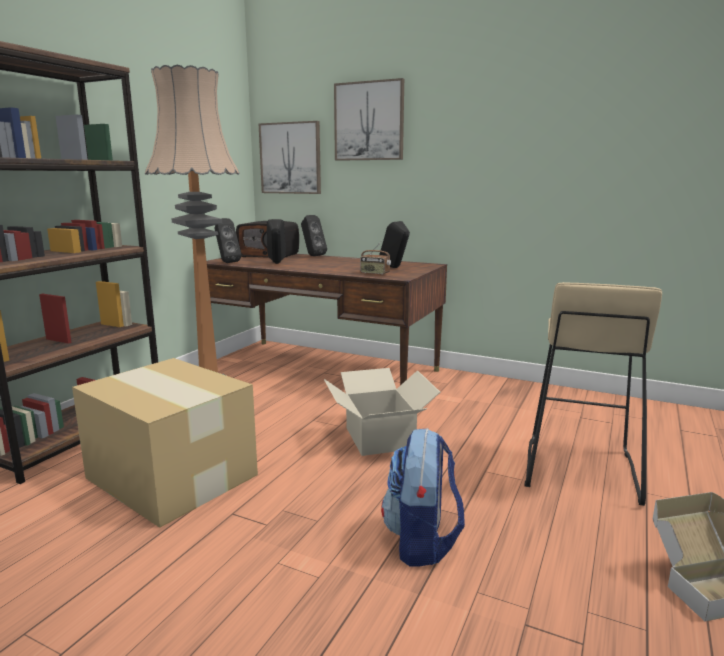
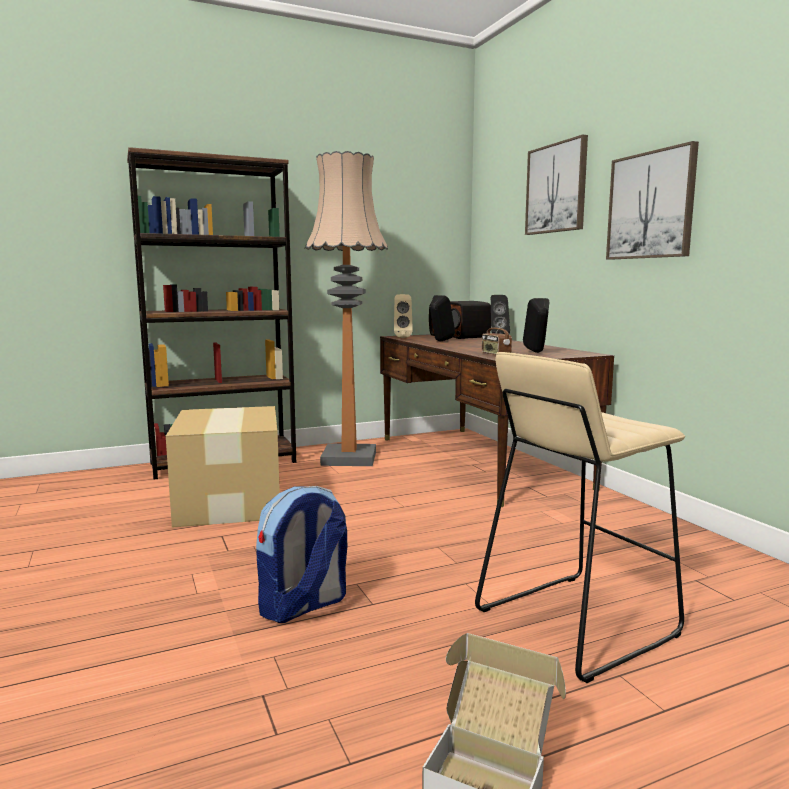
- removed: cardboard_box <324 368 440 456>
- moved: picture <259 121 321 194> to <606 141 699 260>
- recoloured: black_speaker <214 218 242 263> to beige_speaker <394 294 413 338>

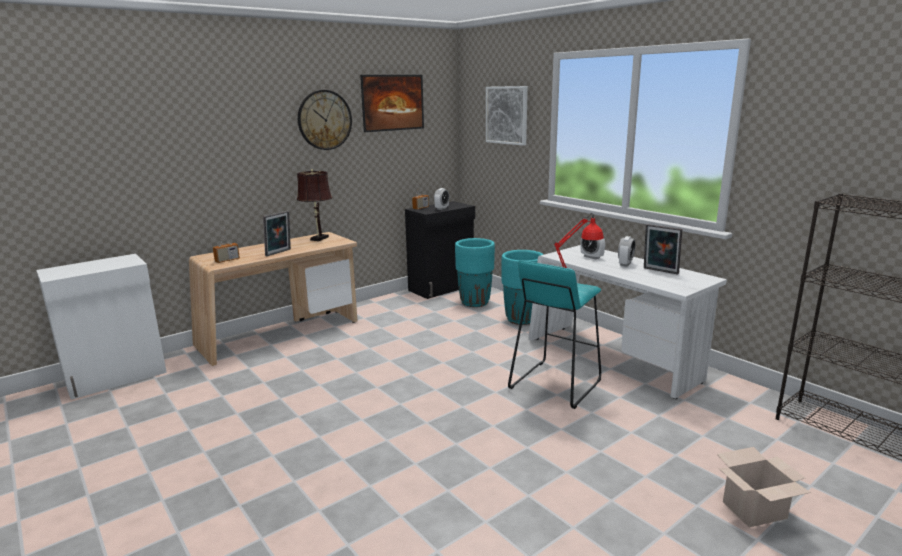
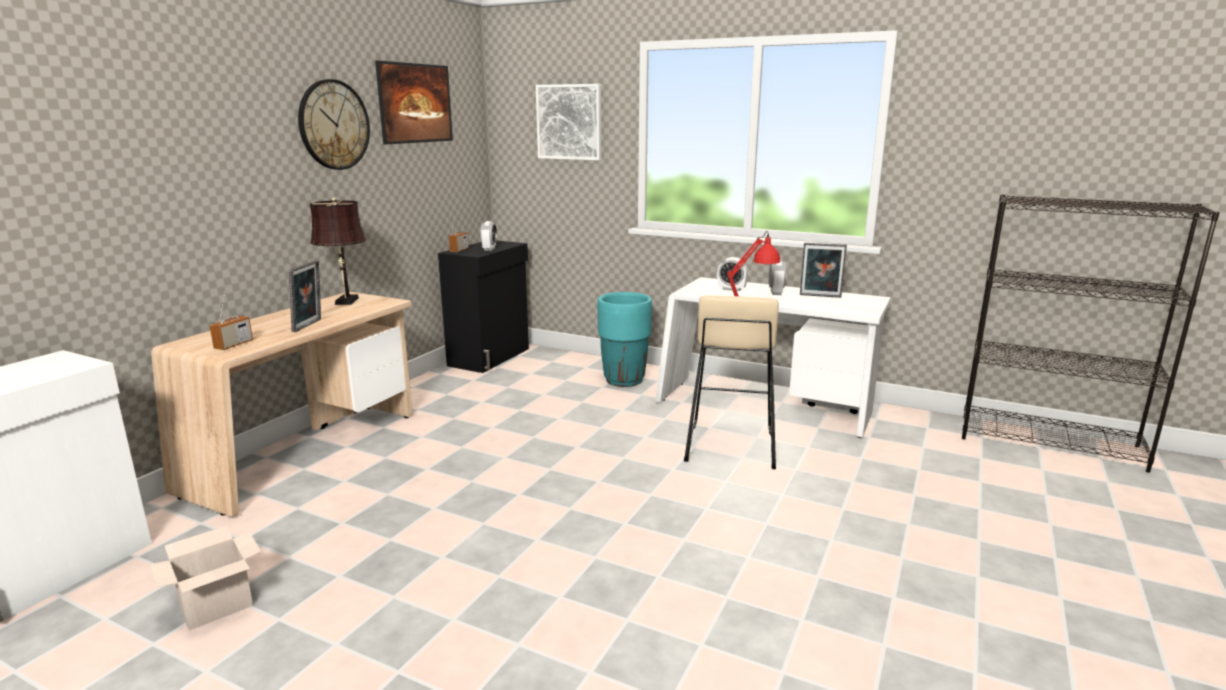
- removed: turquoise_planter <455 238 495 307>
- moved: cardboard_box <717 447 811 528> to <150 526 261 631>
- recoloured: turquoise_stool <508 260 601 409> to beige_stool <684 295 779 469>

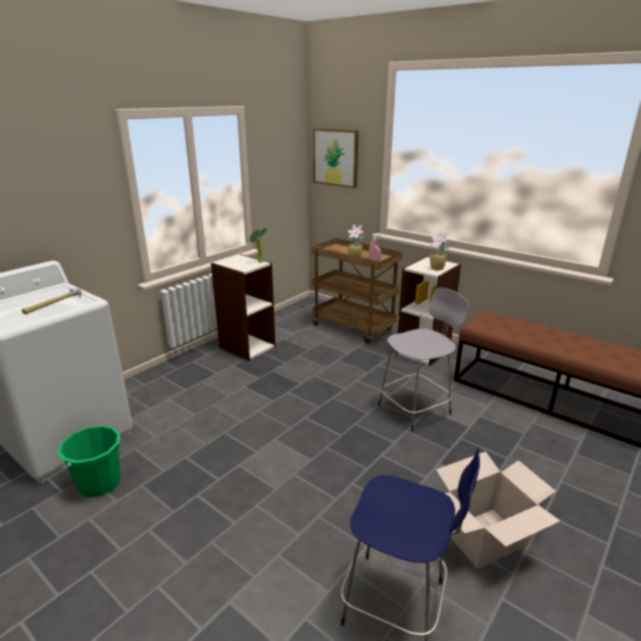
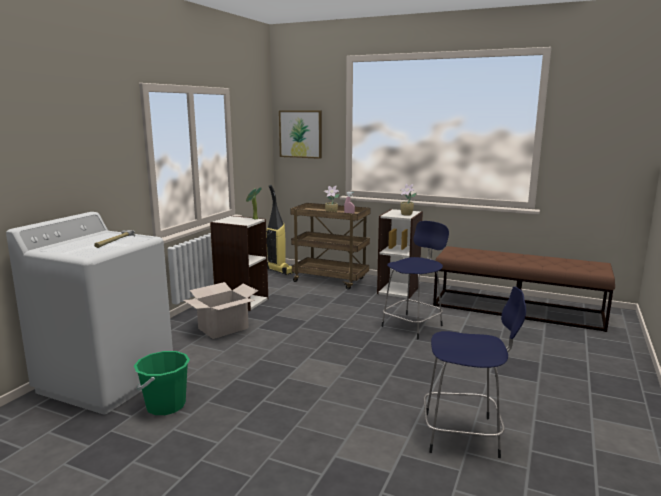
- added: vacuum_cleaner <266 185 295 275>
- moved: cardboard_box <436 451 560 569> to <183 282 258 339>
- recoloured: grey_stool <378 287 469 431> to blue_stool <381 221 449 339>

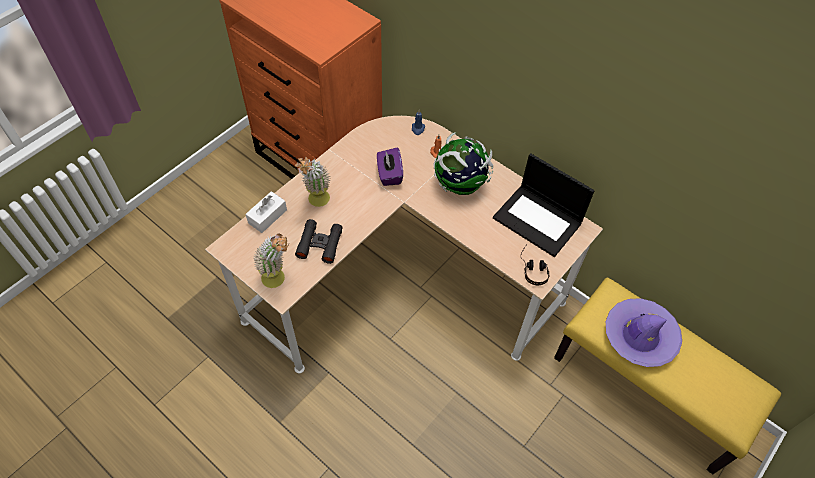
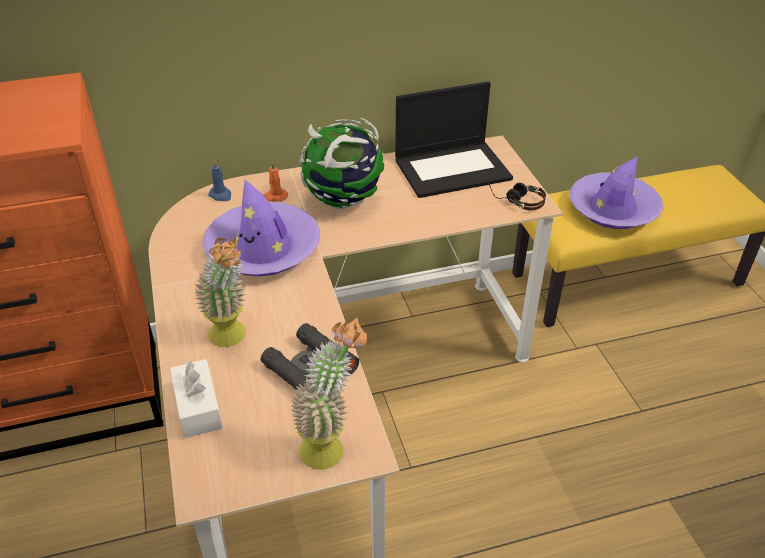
- replaced: purple_tissue_box <377 147 403 186> to purple_hat <202 180 320 277>

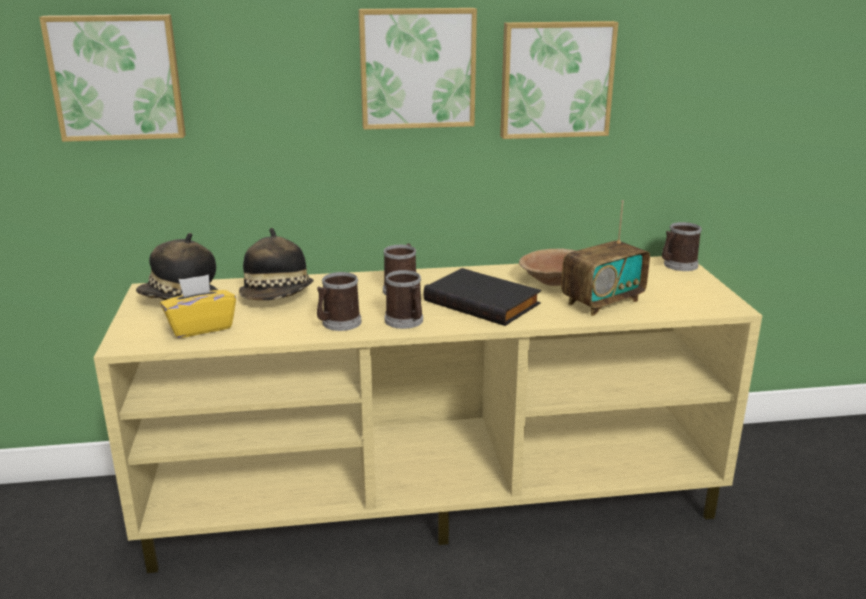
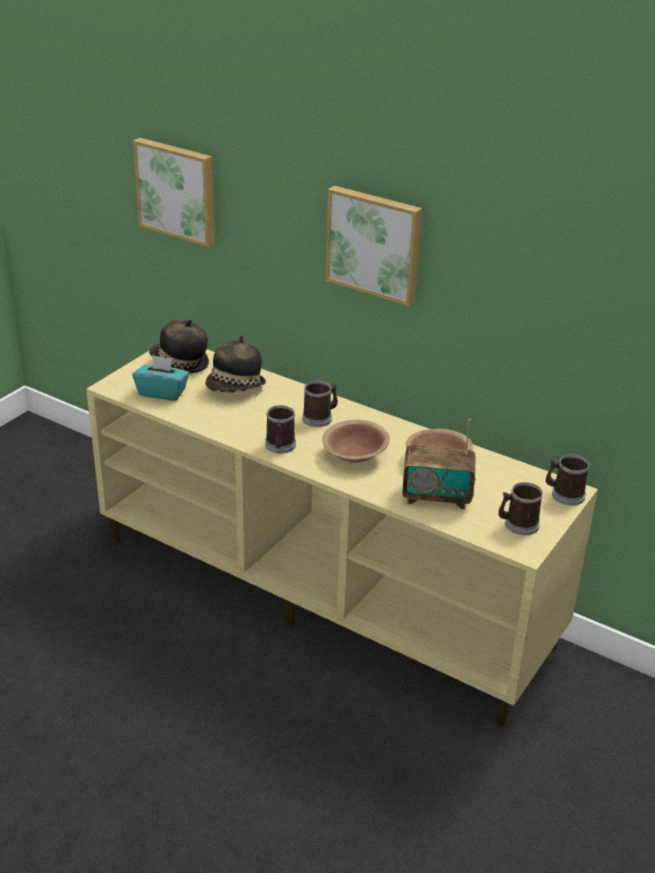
- removed: picture <500 21 619 139>
- moved: mug <317 272 361 331> to <498 482 543 535>
- replaced: black_book <424 268 541 326> to brown_bowl <322 420 390 463>
- recoloured: yellow_tissue_box <160 274 236 338> to turquoise_tissue_box <132 355 189 401>

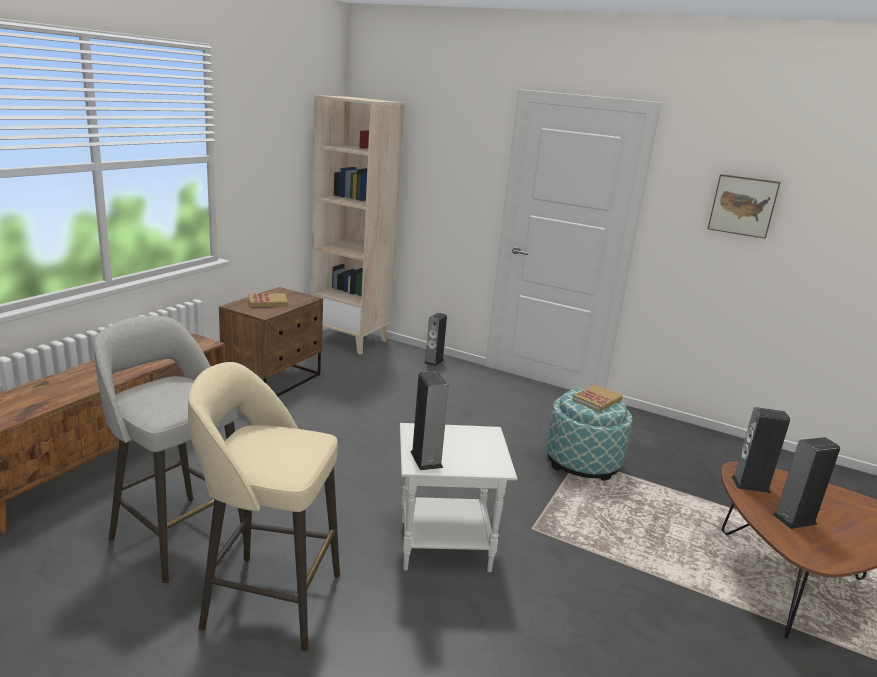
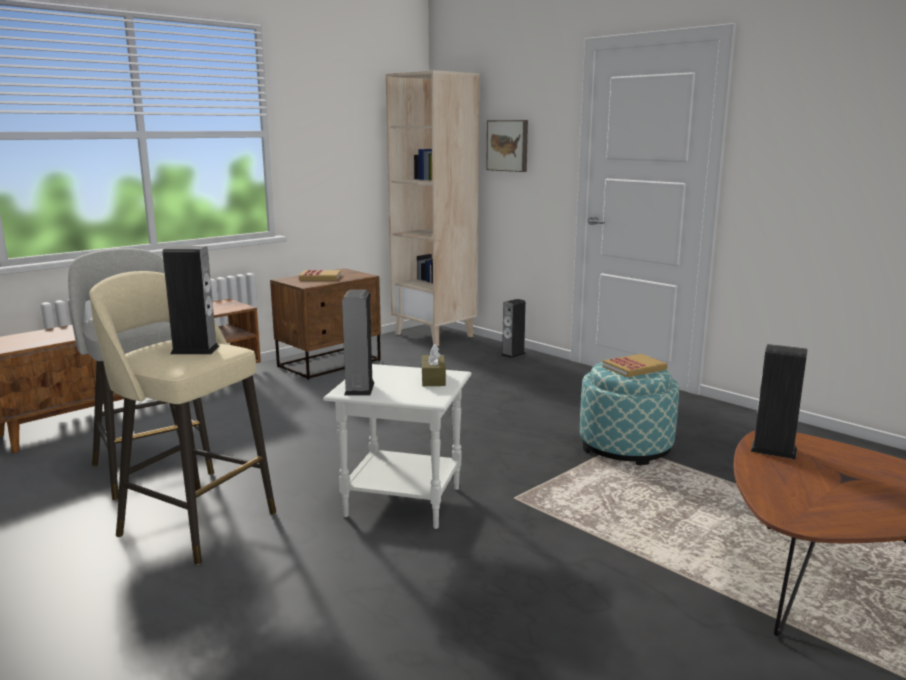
- added: brown_tissue_box <422 344 446 386>
- moved: picture <708 174 781 239> to <486 120 528 172>
- moved: speaker <773 437 840 529> to <163 246 220 354>

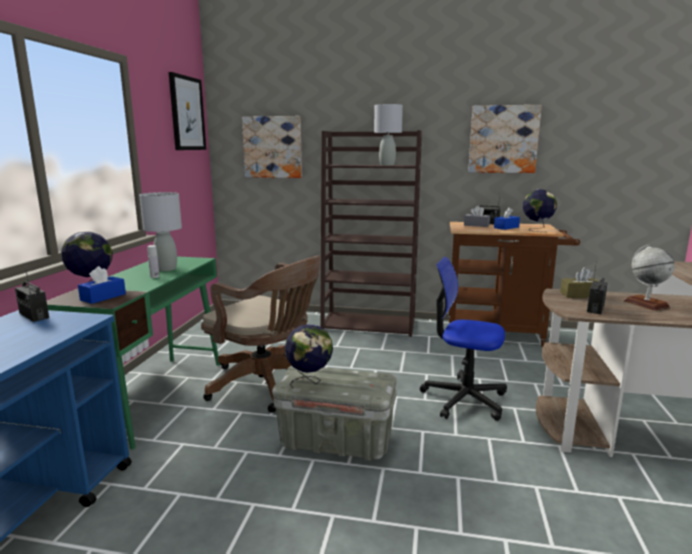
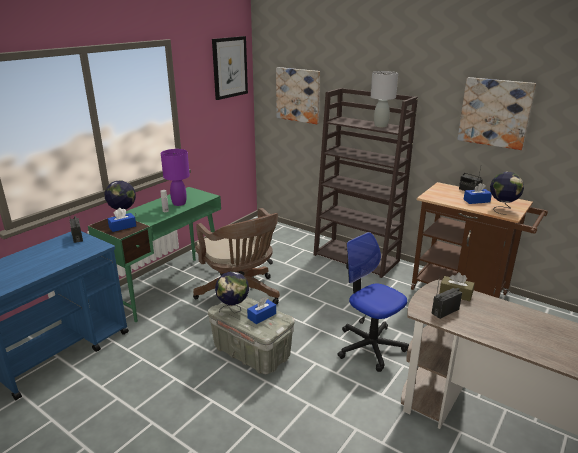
- removed: grey_tissue_box <464 206 490 227>
- removed: globe <624 245 675 311>
- added: blue_tissue_box <247 297 276 324>
- recoloured: grey_table_lamp <139 192 182 271> to purple_table_lamp <161 149 190 206>

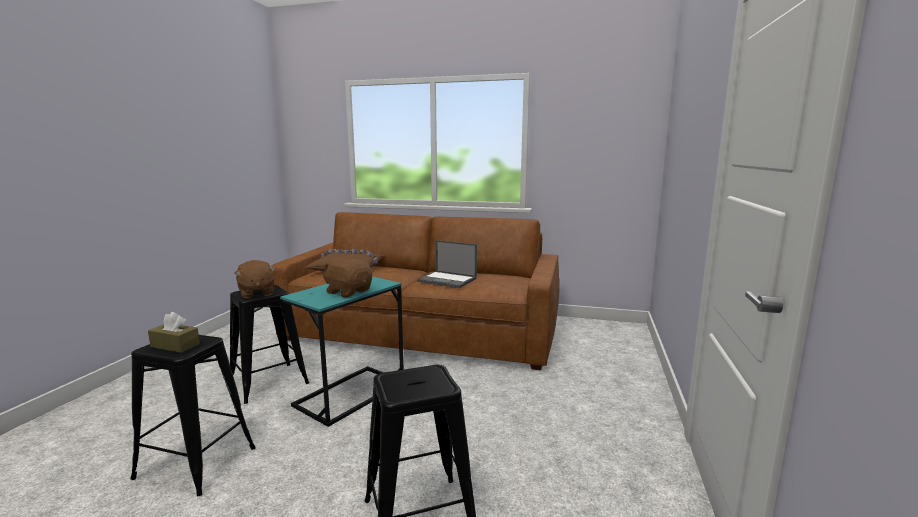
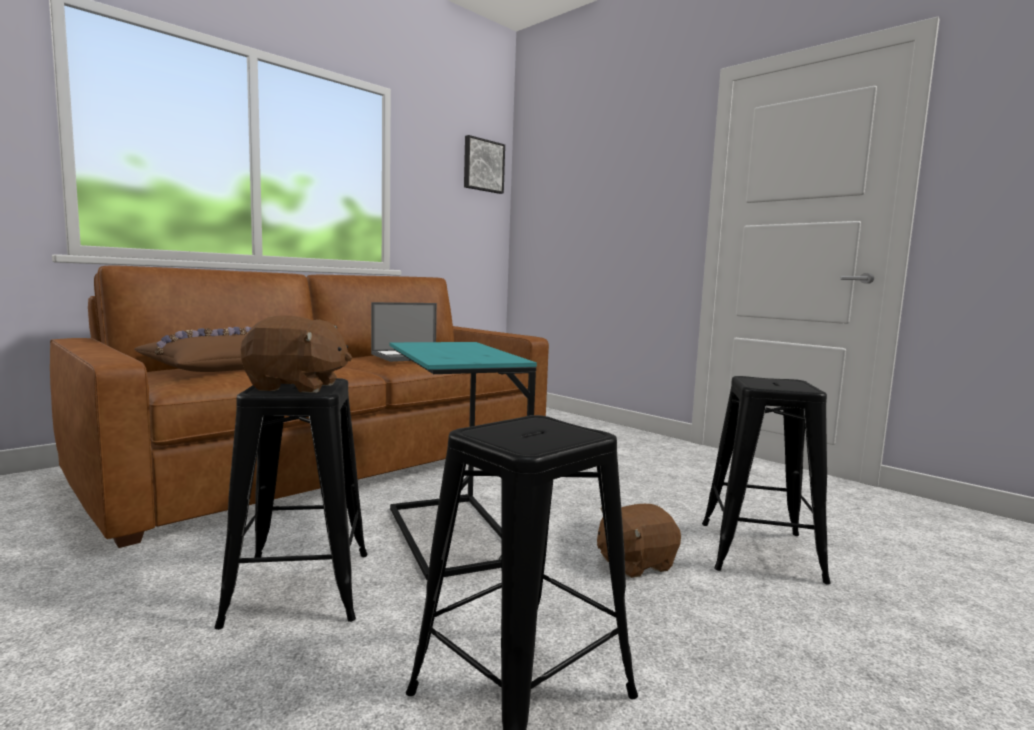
- removed: brown_tissue_box <148 312 200 353>
- added: picture <464 135 505 194>
- moved: brown_plush_toy <322 258 372 298> to <597 504 681 578>

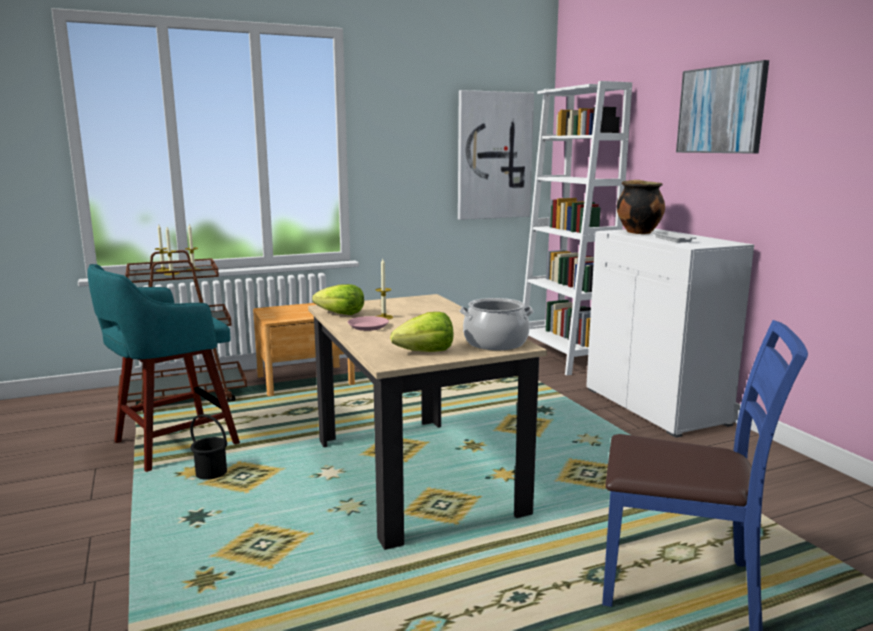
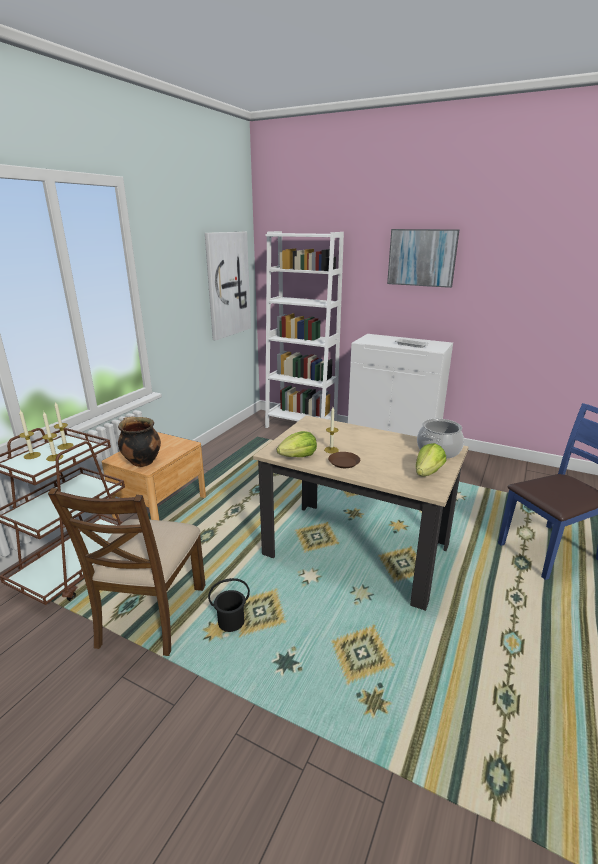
- moved: cooking_pot <617 180 665 234> to <118 416 161 467>
- replaced: turquoise_stool <87 264 240 472> to brown_chair <48 488 205 656>
- recoloured: pink_plate <348 316 389 331> to brown_plate <328 452 360 468>

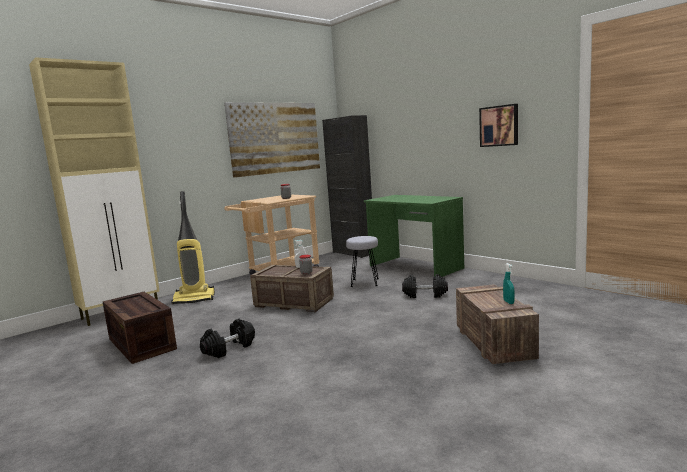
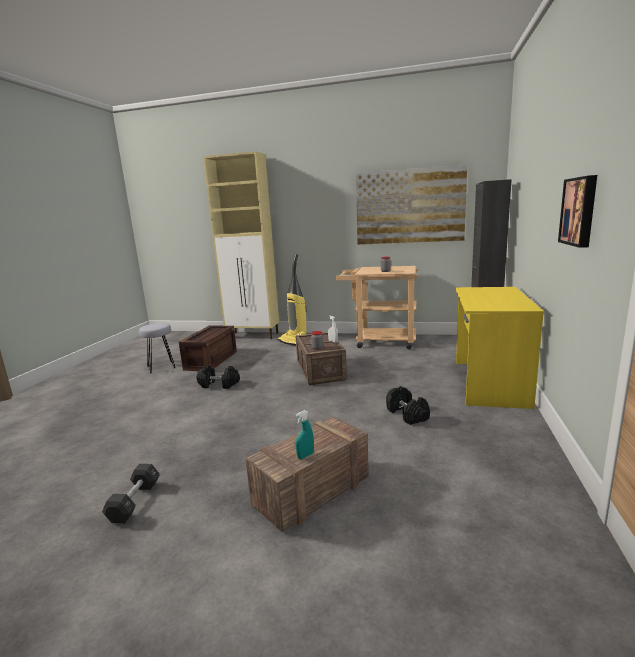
- added: black_dumbbell <102 464 160 523>
- moved: grey_stool <346 236 379 287> to <139 323 176 373>
- recoloured: green_desk <364 195 464 277> to yellow_desk <455 287 544 409>

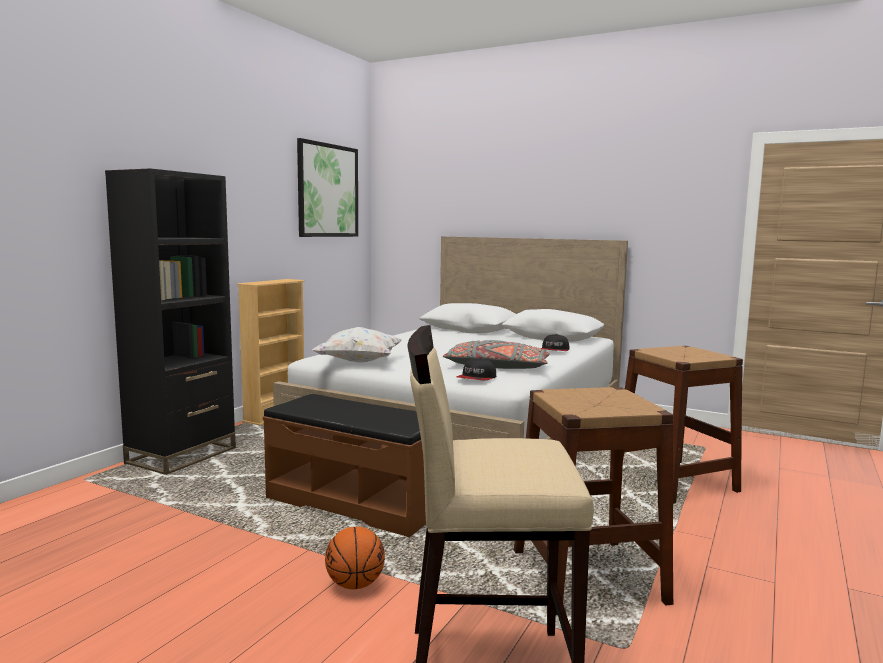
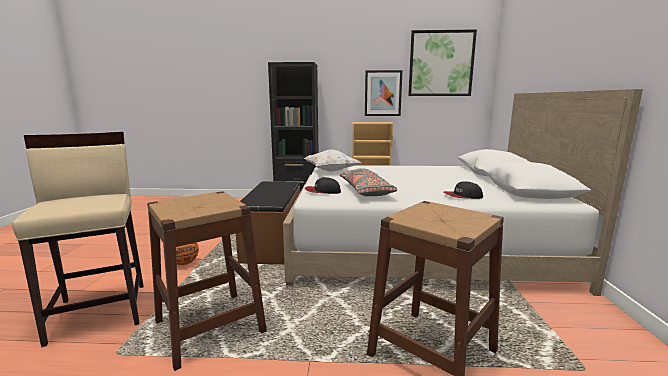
- added: picture <365 70 403 116>

